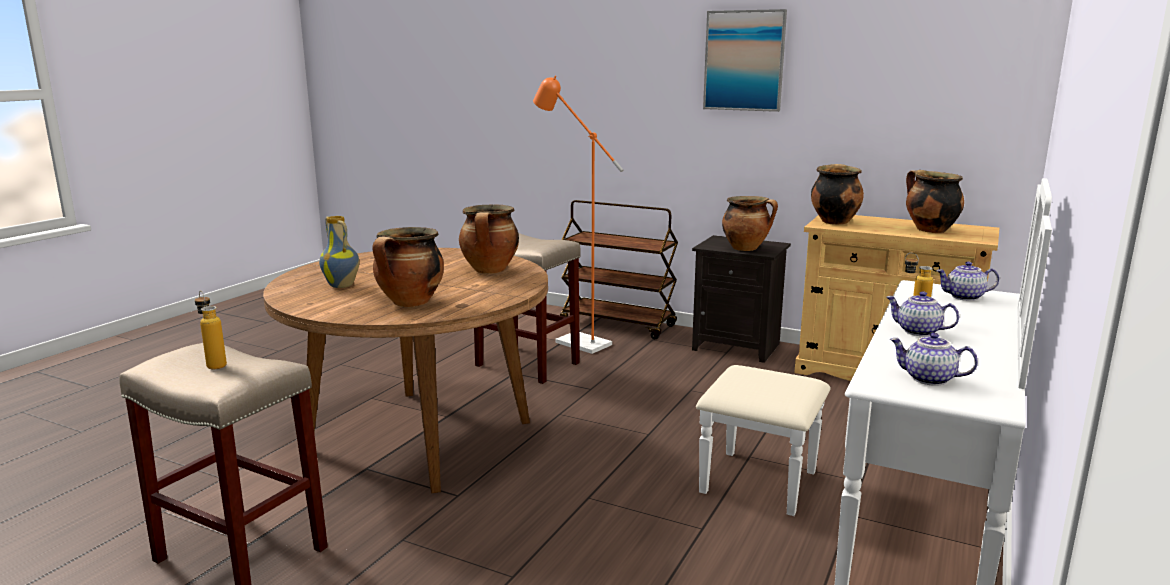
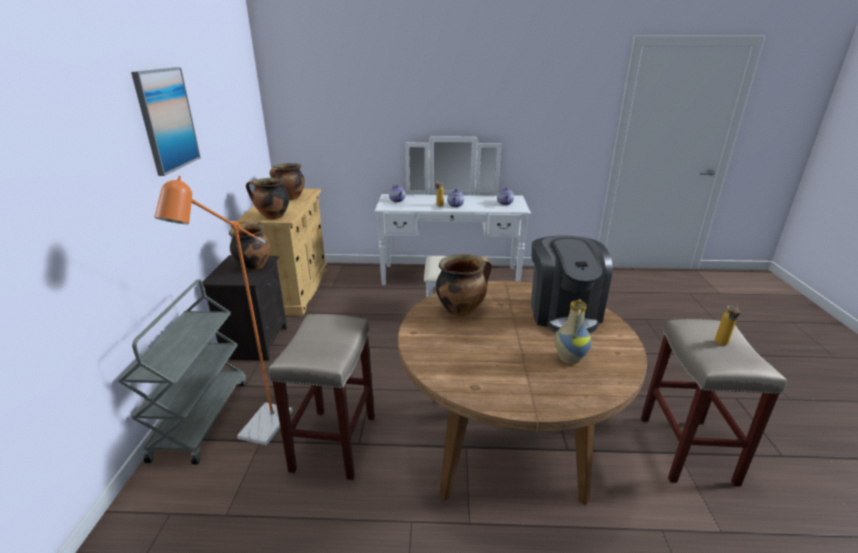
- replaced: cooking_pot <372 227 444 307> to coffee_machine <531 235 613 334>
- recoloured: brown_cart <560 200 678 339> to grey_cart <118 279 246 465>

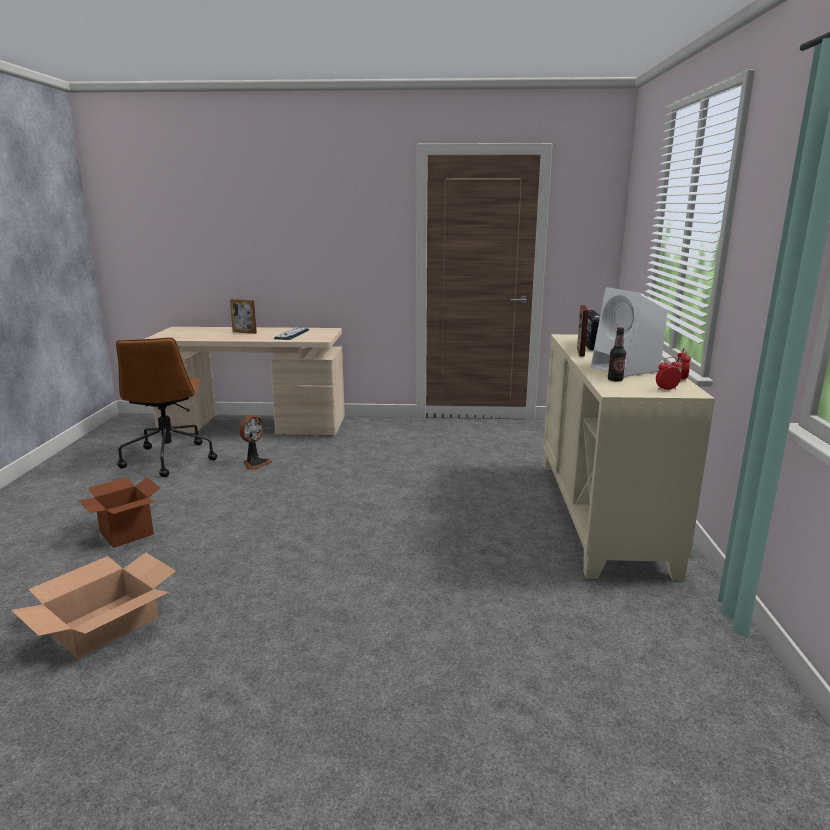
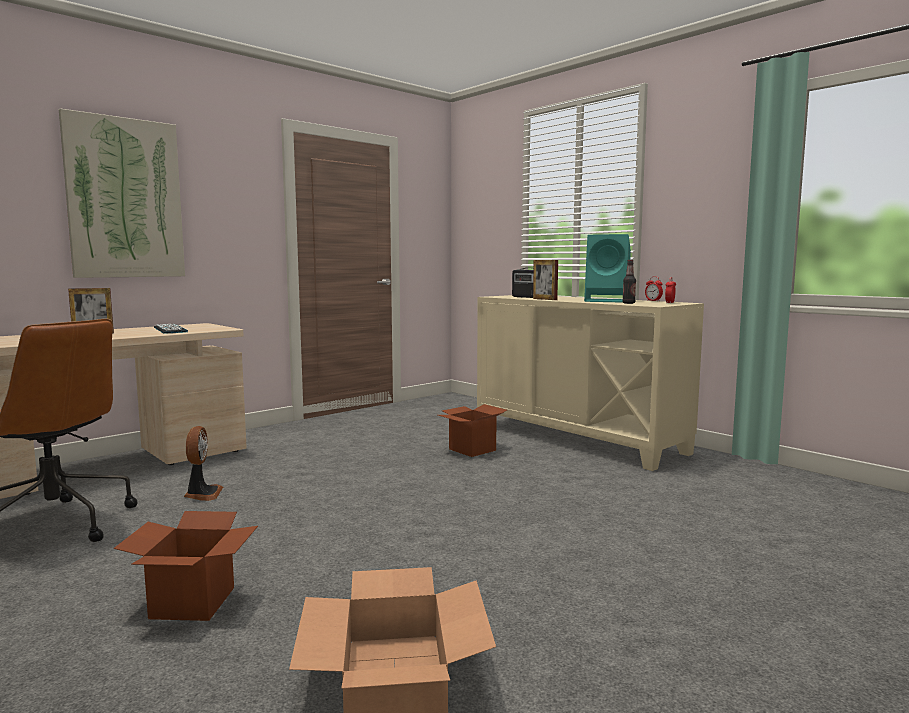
- added: picture <59 108 185 278>
- added: cardboard_box <438 404 507 457>
- recoloured: white_speaker <591 287 668 377> to turquoise_speaker <584 234 631 303>

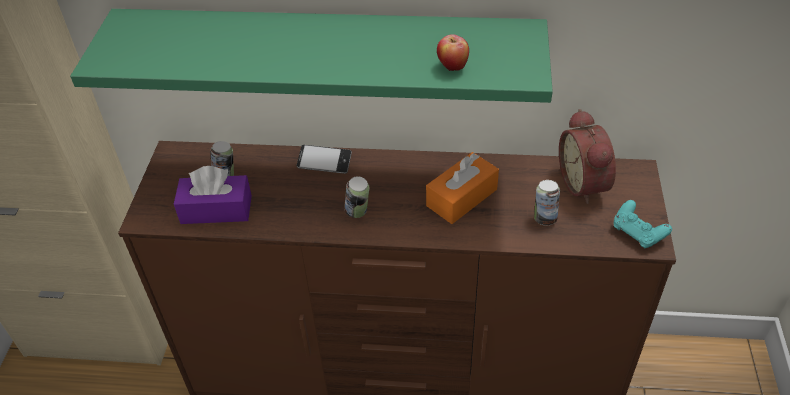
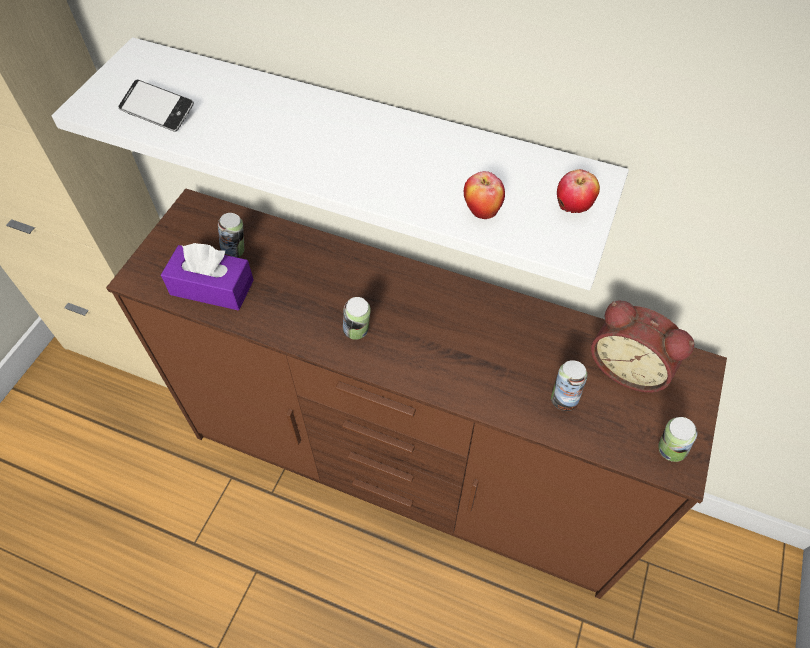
- removed: orange_tissue_box <426 152 499 224>
- added: apple <557 169 600 213>
- moved: phone <297 145 352 174> to <118 79 194 132>
- replaced: turquoise_game_controller <613 200 672 249> to can <658 417 697 462>
- recoloured: green_shelf <70 9 553 103> to white_shelf <52 37 629 290>
- turned: alarm_clock <559 109 616 204> = <591 300 694 393> 60 degrees counterclockwise

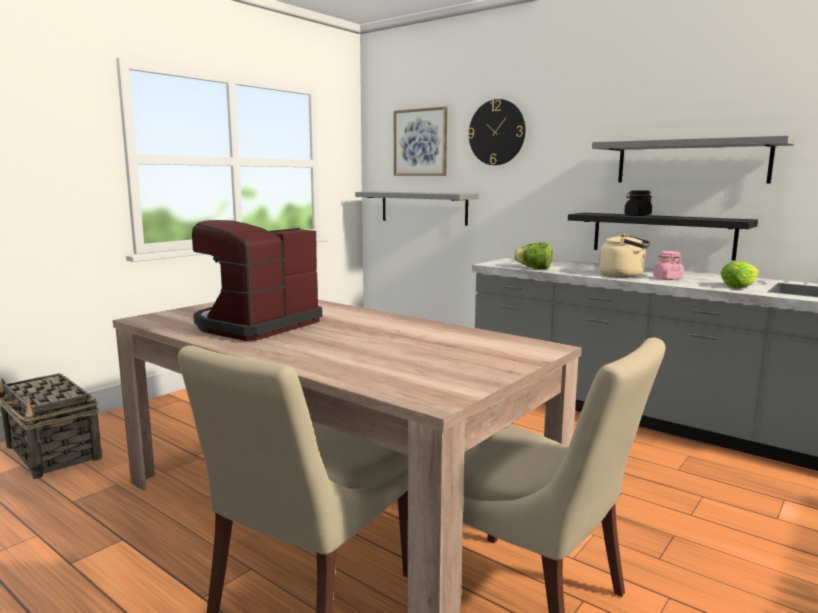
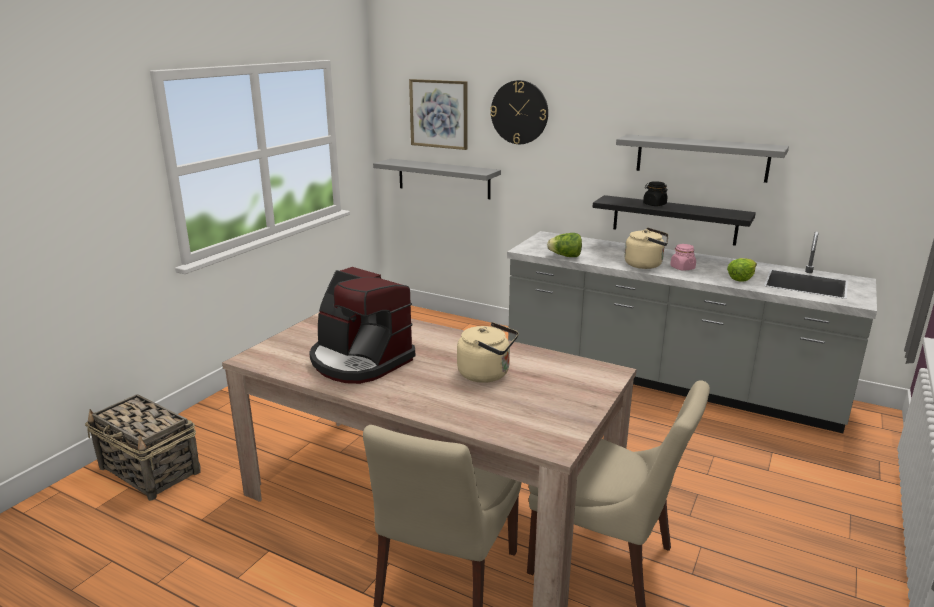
- added: beige_kettle <457 322 519 383>
- turned: coffee_machine <192 220 322 341> = <309 267 415 384> 75 degrees counterclockwise

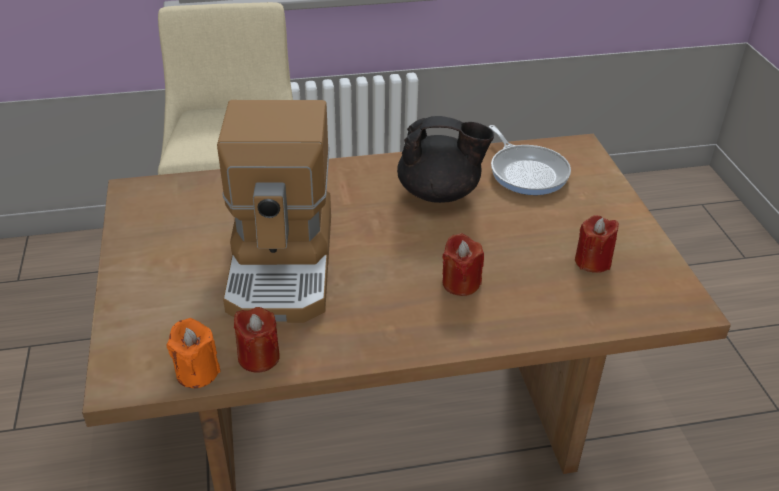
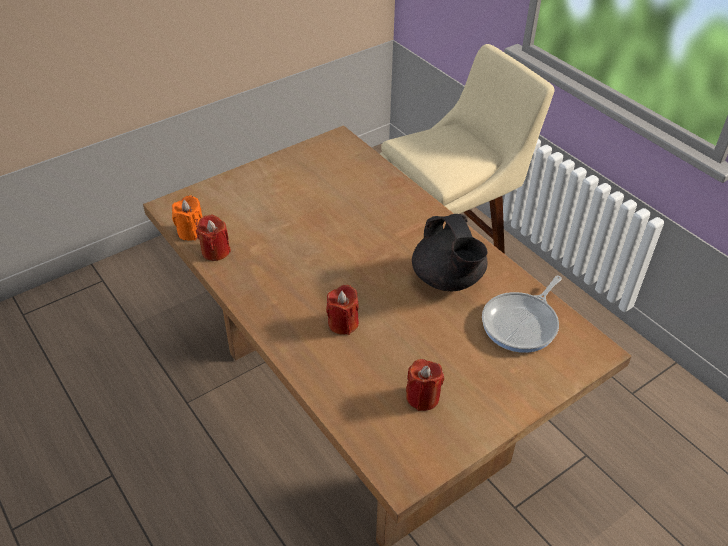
- removed: coffee_machine <217 100 331 323>

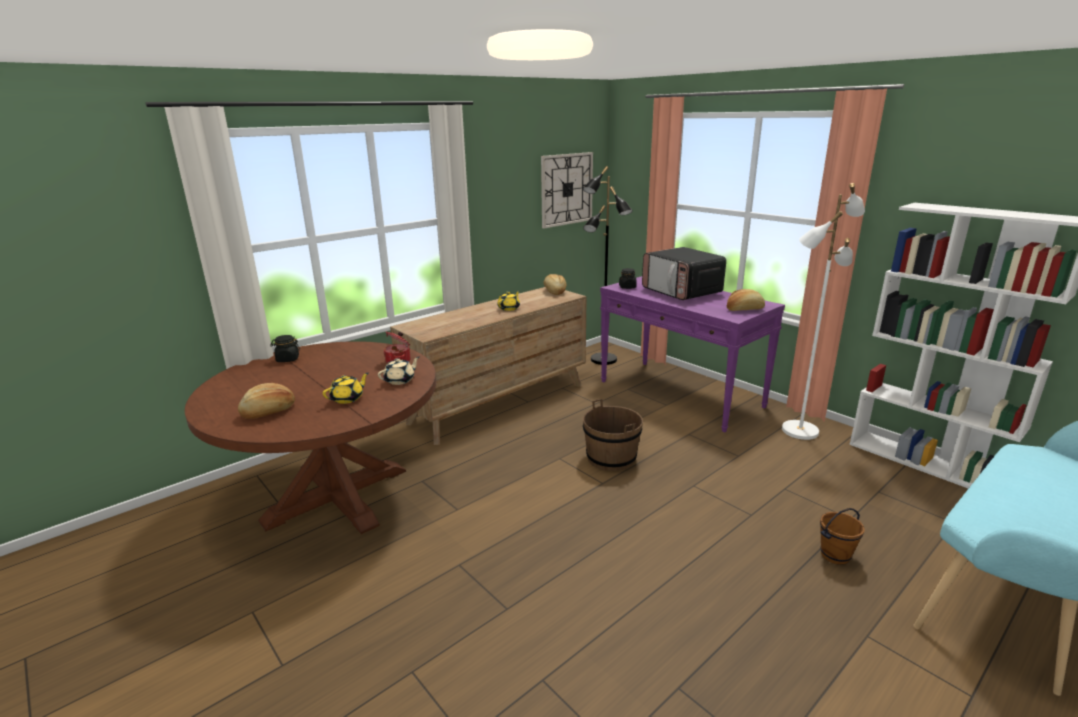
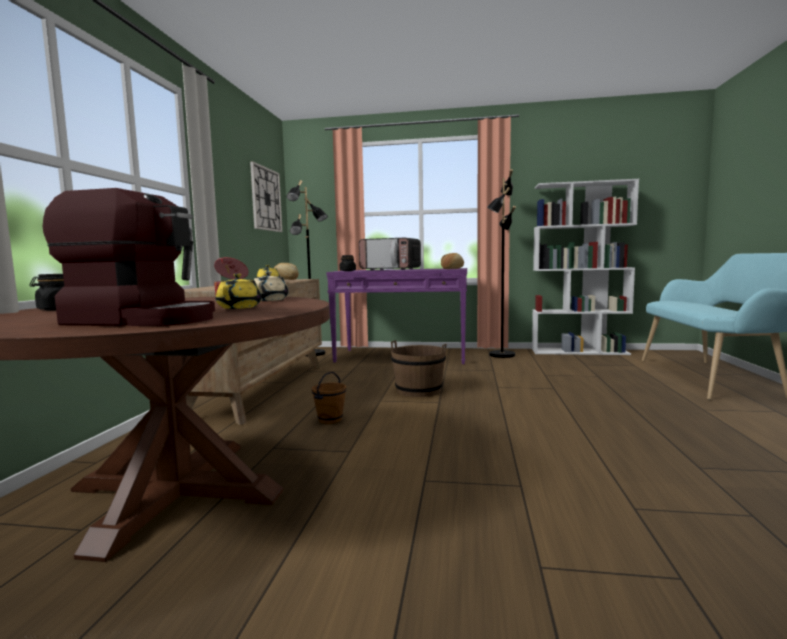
- moved: brown_bucket <820 508 865 565> to <312 371 346 424>
- replaced: bread <238 383 295 419> to coffee_machine <42 188 215 326>
- recoloured: white_floor_lamp <782 183 865 440> to black_floor_lamp <487 169 516 358>

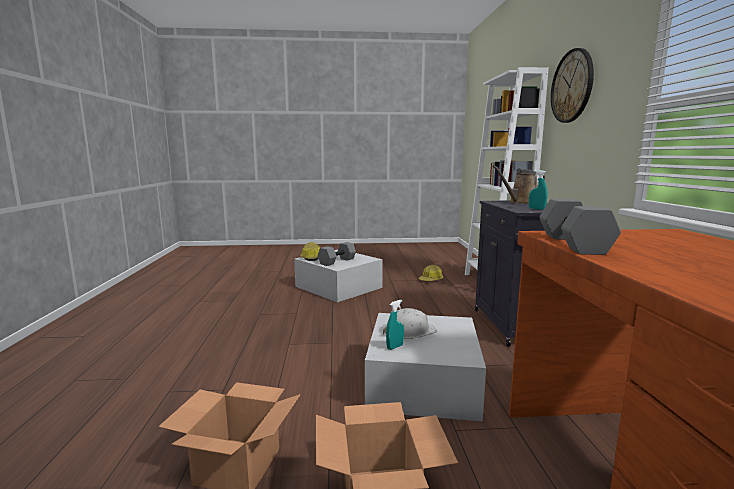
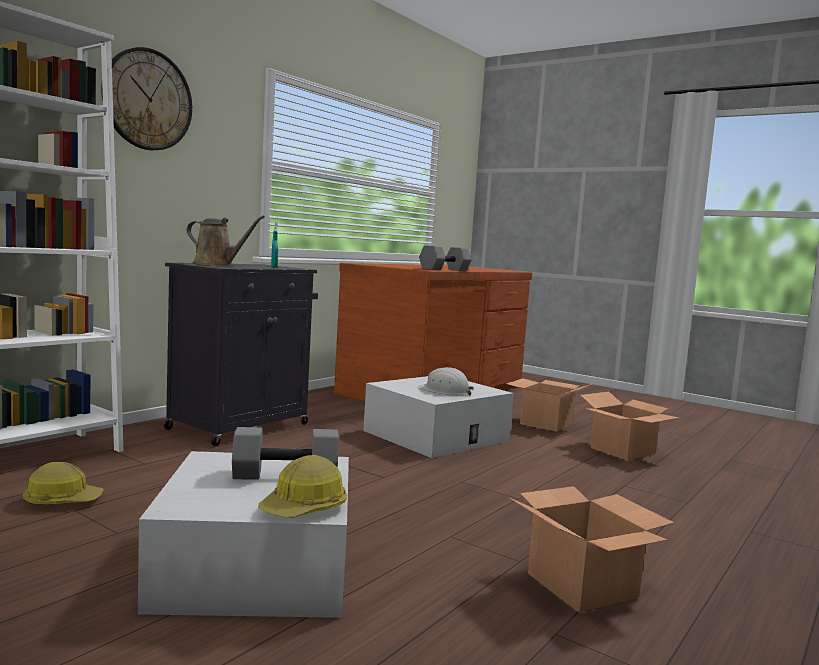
- removed: turquoise_spray_bottle <386 300 404 350>
- added: cardboard_box <508 486 674 612>

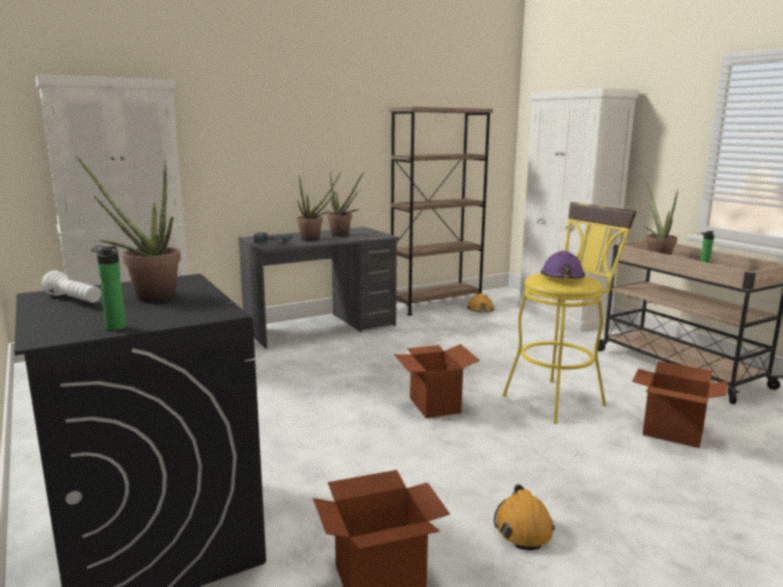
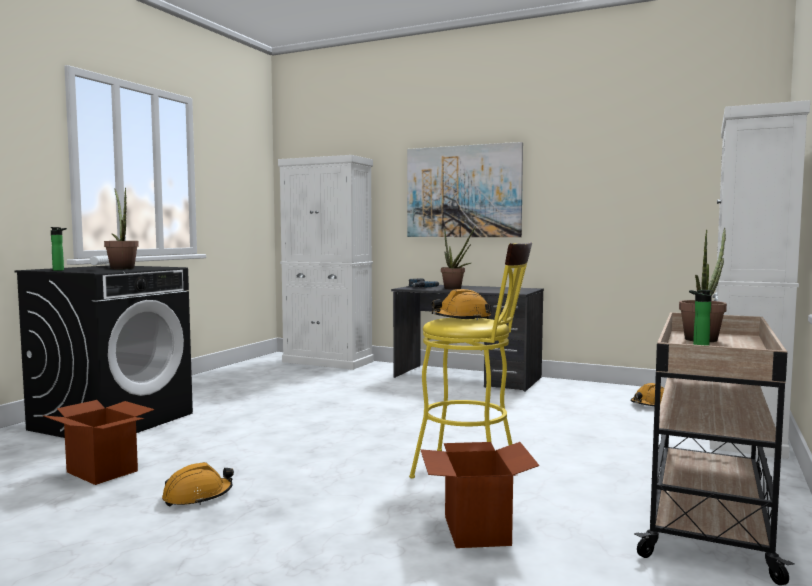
- removed: potted_plant <327 172 364 237>
- removed: brown_bookcase <389 107 493 316>
- removed: cardboard_box <394 344 480 418>
- added: picture <407 142 523 237>
- recoloured: purple_hard_hat <541 251 585 278> to orange_hard_hat <431 289 492 320>

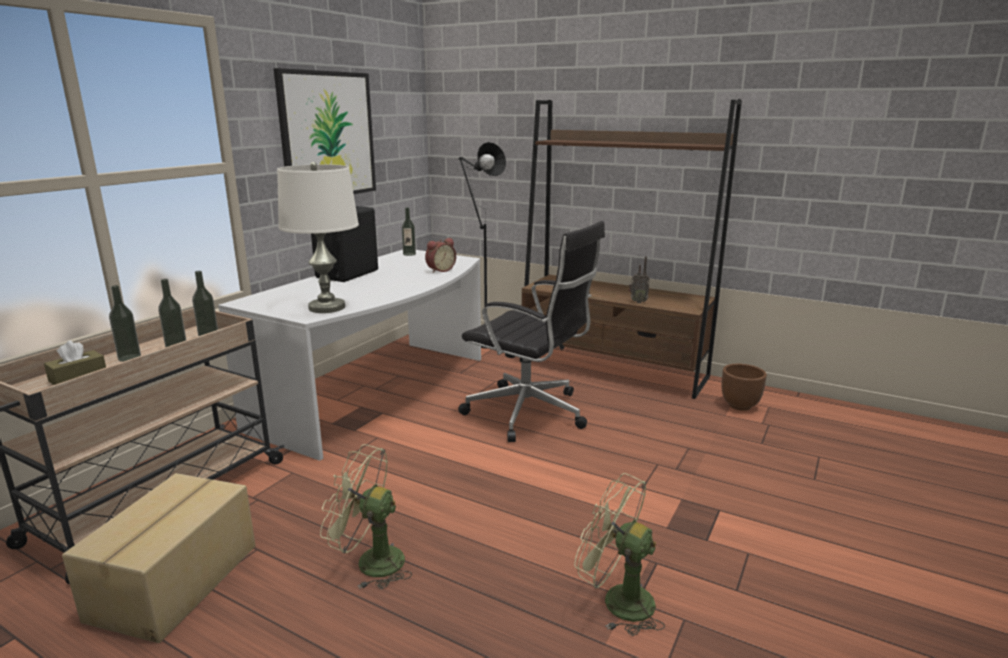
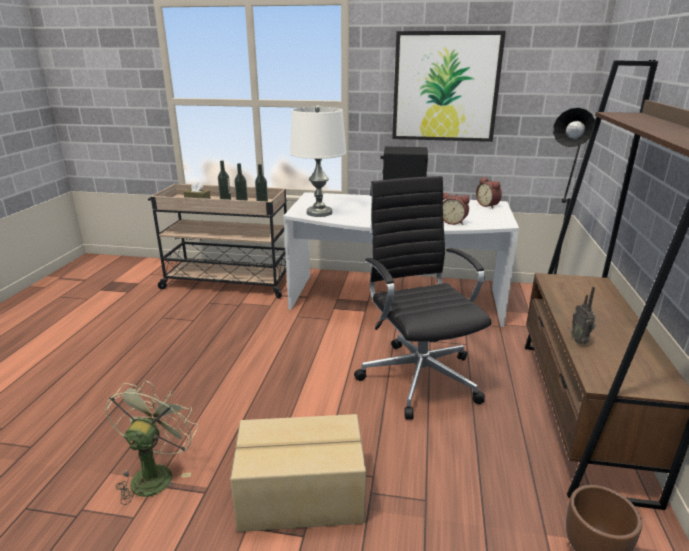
- removed: green_fan <320 444 412 589>
- moved: cardboard_box <62 473 256 643> to <230 414 366 532>
- replaced: bottle <402 207 416 256> to alarm_clock <476 177 502 208>
- turned: black_office_chair <458 221 605 442> = <354 176 491 420> 150 degrees clockwise

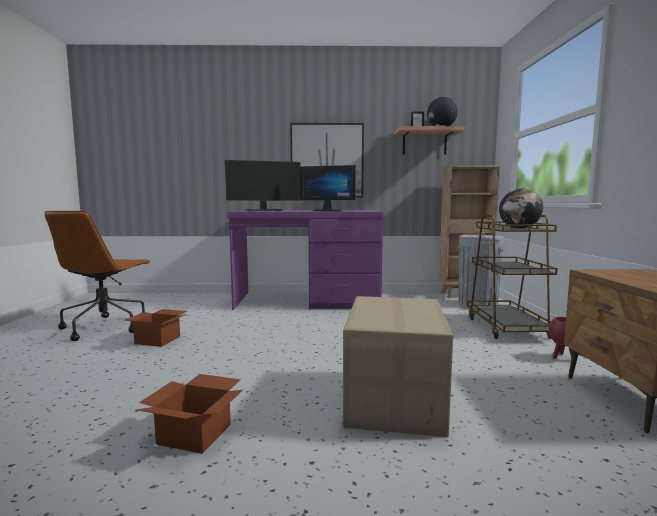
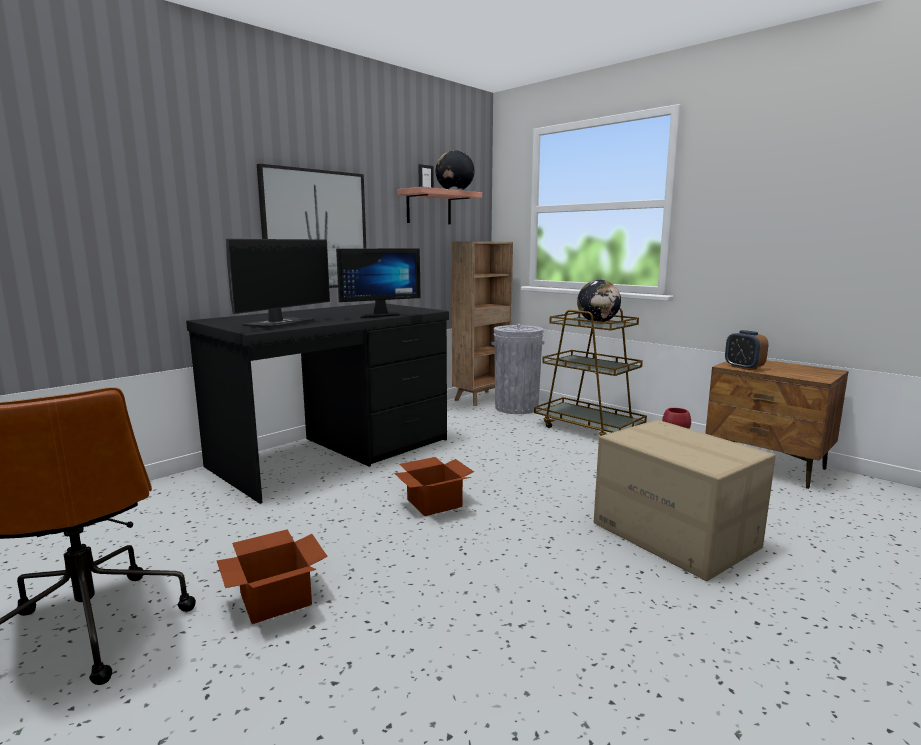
- added: alarm_clock <725 330 768 370>
- moved: cardboard_box <136 374 243 454> to <394 457 474 516>
- recoloured: purple_desk <227 210 384 310> to black_desk <186 303 449 504>

